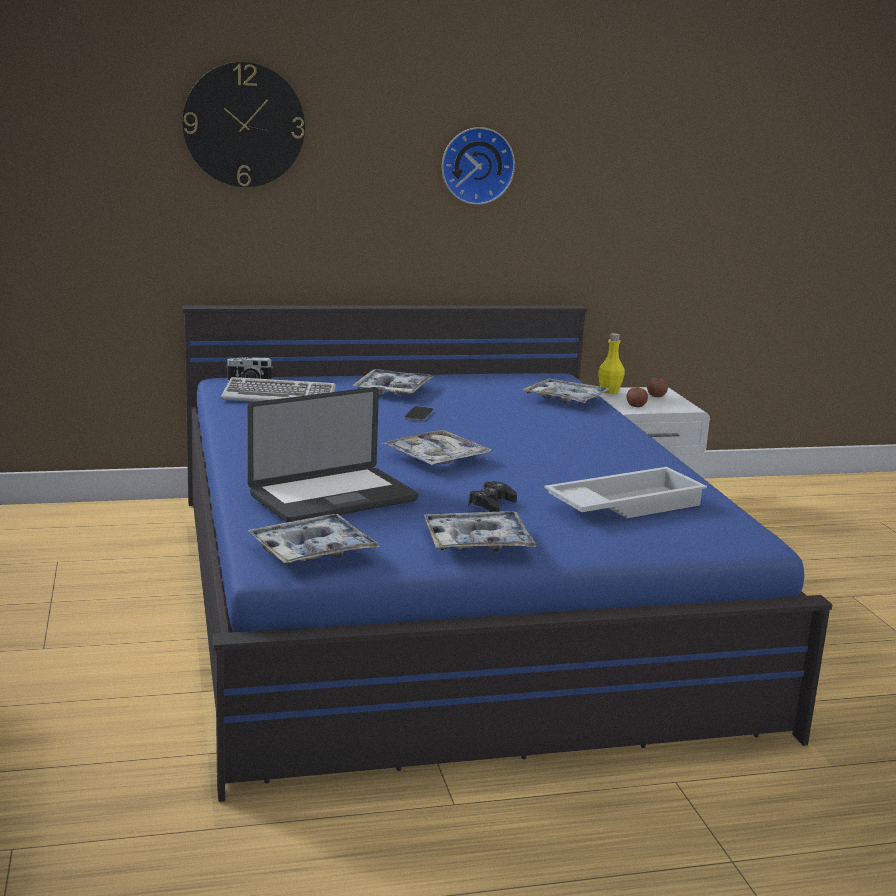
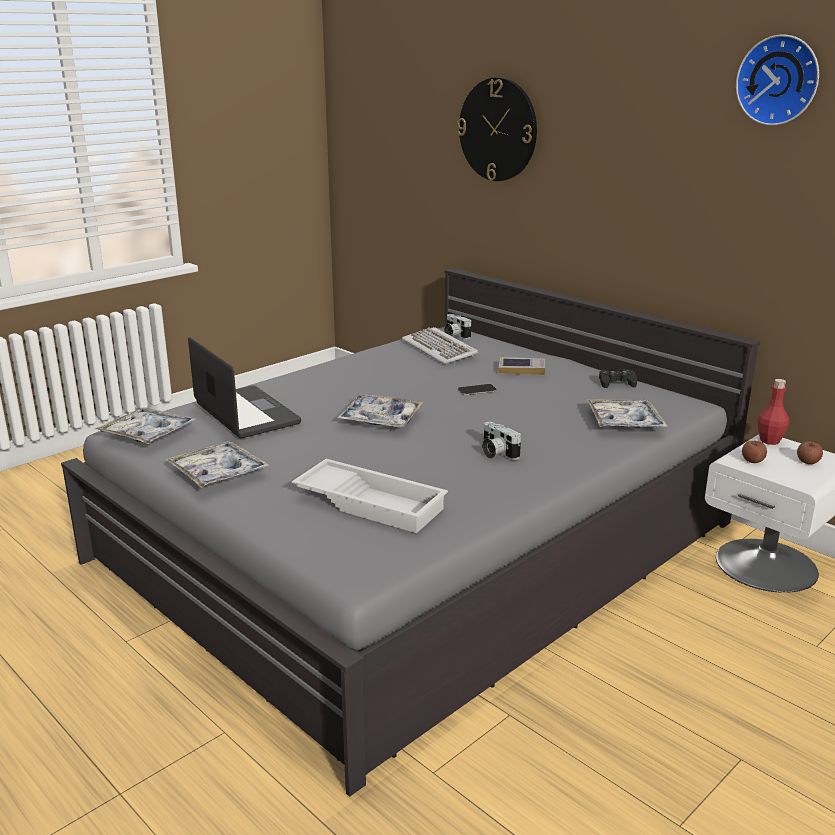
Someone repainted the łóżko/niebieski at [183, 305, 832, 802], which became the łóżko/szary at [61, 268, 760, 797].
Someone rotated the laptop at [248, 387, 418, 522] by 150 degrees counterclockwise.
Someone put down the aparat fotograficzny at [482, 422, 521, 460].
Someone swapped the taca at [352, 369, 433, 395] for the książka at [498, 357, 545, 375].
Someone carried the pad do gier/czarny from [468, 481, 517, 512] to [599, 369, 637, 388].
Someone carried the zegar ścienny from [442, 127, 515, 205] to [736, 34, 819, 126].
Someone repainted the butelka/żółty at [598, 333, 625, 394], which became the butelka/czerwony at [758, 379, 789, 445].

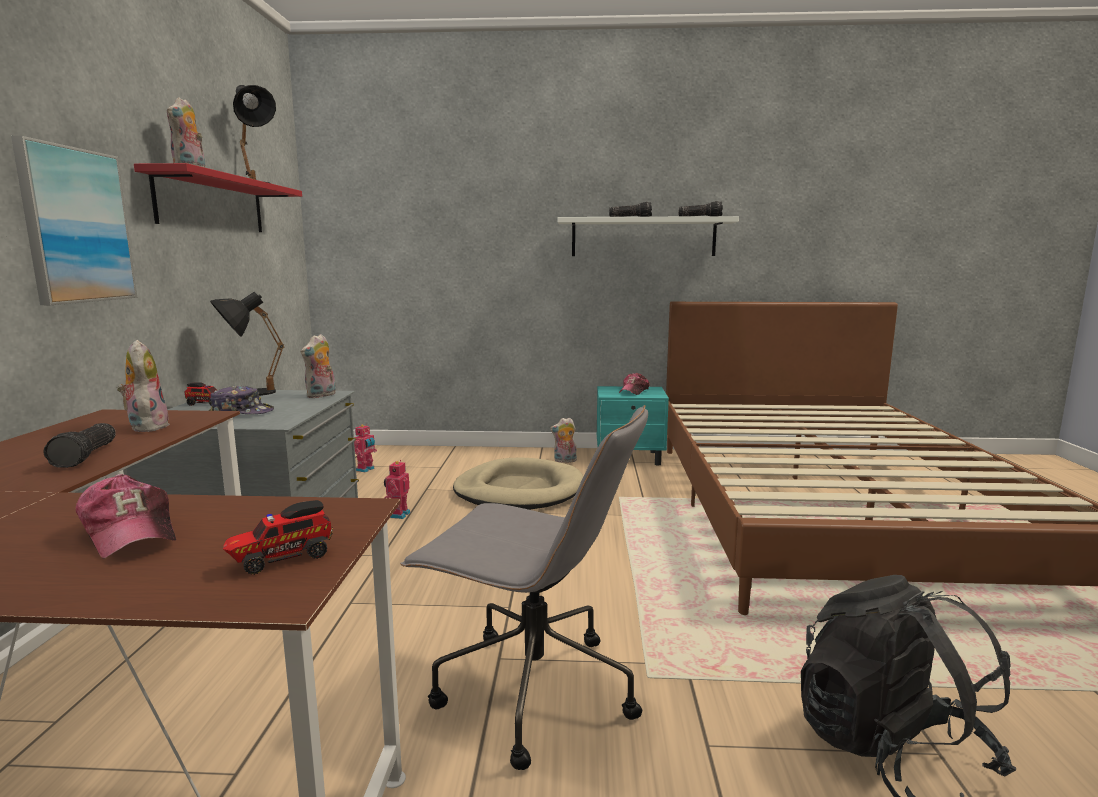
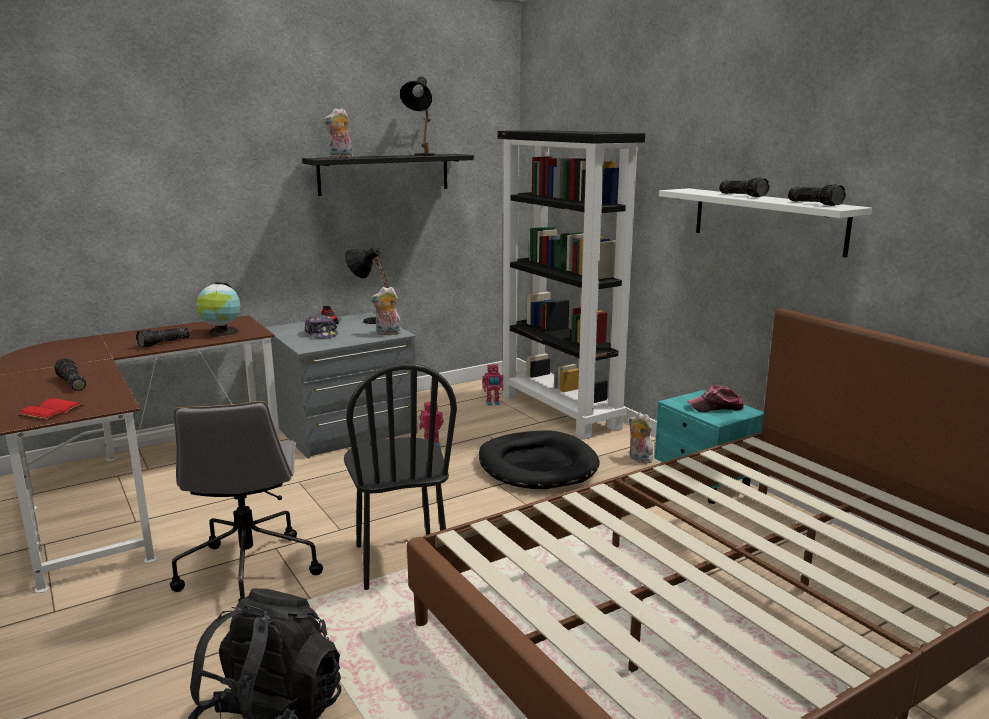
Someone swapped the ciężarówka zabawkowa at [223, 500, 333, 575] for the książka/czerwony at [18, 398, 84, 421].
Someone swapped the czapka z daszkiem at [76, 474, 176, 559] for the latarka at [54, 358, 86, 391].
Someone swapped the pluszak at [117, 340, 170, 432] for the globus at [196, 282, 240, 337].
Someone repainted the półka/czerwony at [134, 163, 302, 232], which became the półka/czarny at [302, 154, 474, 196].
Someone put down the krzesło/czarny at [344, 363, 457, 590].
Someone repainted the legowisko/beżowy at [453, 457, 583, 510], which became the legowisko/czarny at [478, 430, 600, 490].
Someone put down the regał/czarny at [498, 130, 645, 440].
Someone took away the obraz at [11, 136, 137, 305].

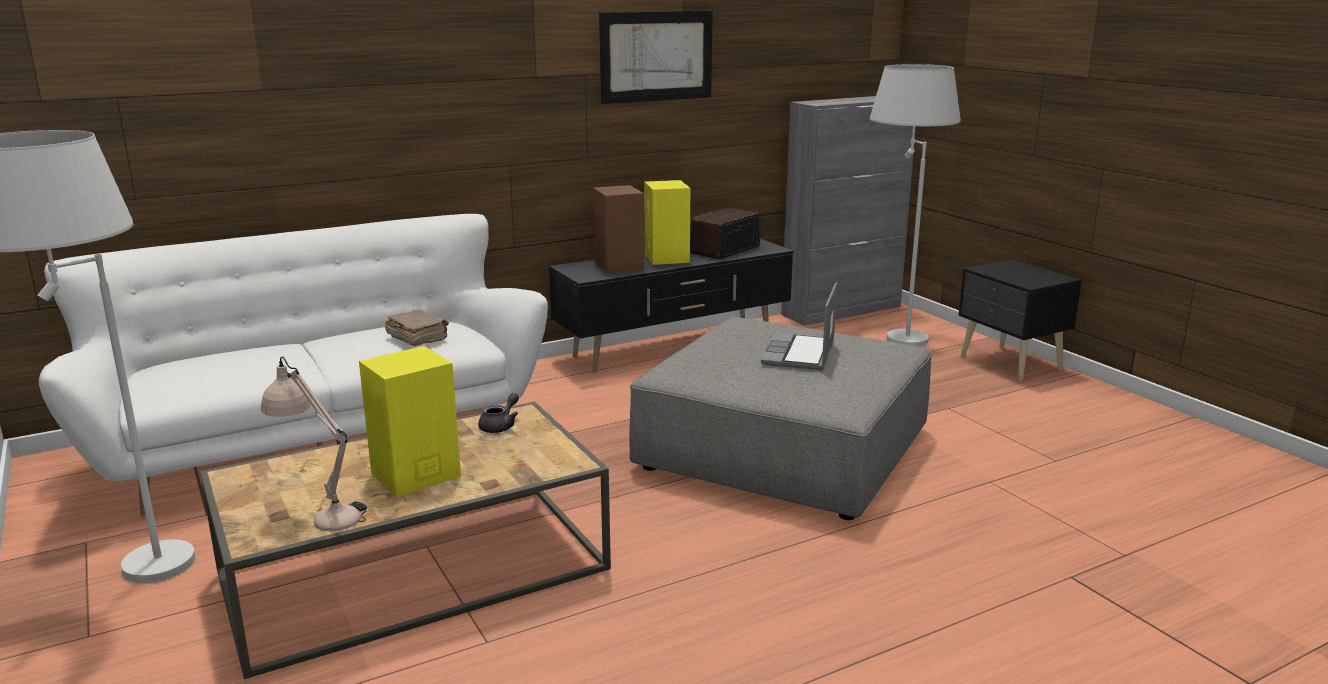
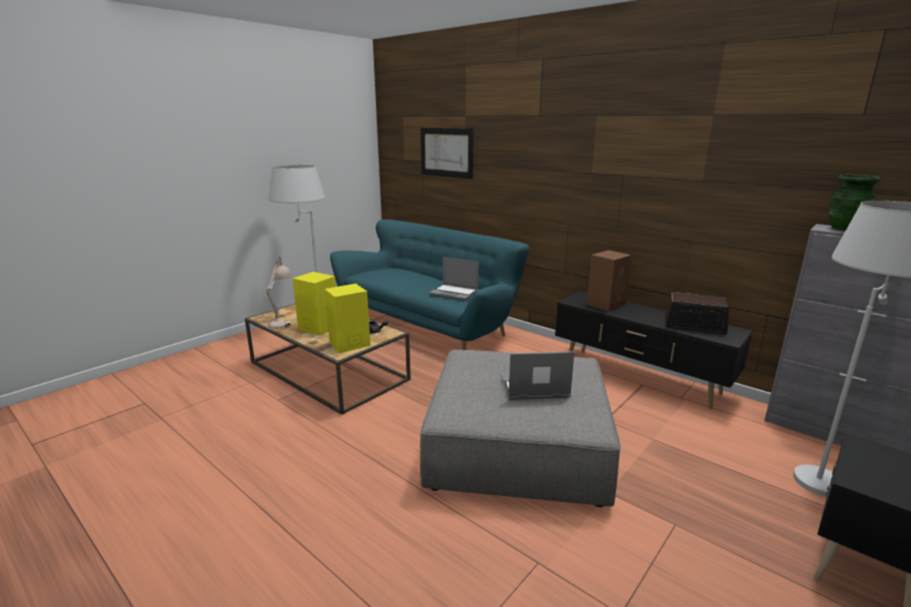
Someone carried the głośnik/żółty from [644, 180, 690, 265] to [325, 284, 371, 353].
Someone repainted the kanapa/biały at [39, 214, 548, 516], which became the kanapa/turkusowy at [330, 219, 529, 350].
Someone carried the obraz from [599, 11, 713, 104] to [421, 128, 474, 179].
Someone swapped the książka/brązowy at [385, 309, 449, 346] for the laptop at [429, 257, 479, 301].
Someone put down the wazon/zielony at [829, 175, 880, 231].

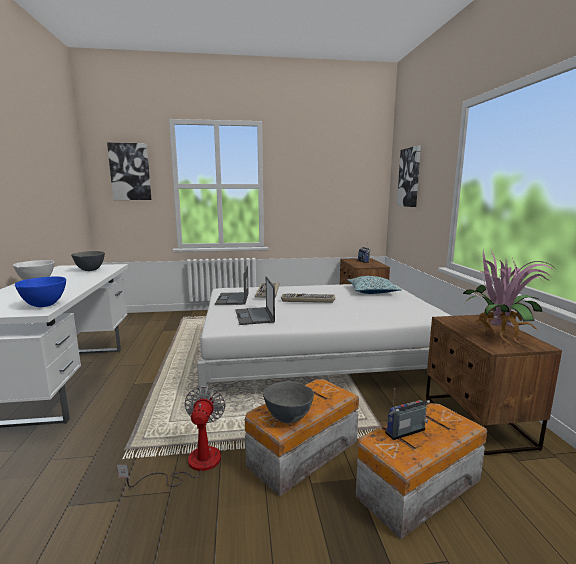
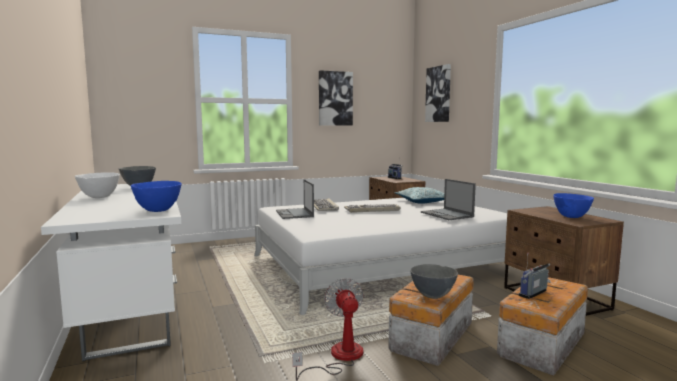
Someone carried the obraz from [107, 143, 151, 200] to [319, 70, 353, 126].
Someone carried the laptop from [235, 276, 275, 325] to [421, 179, 476, 220].
Someone swapped the roślina doniczkowa at [463, 250, 557, 350] for the miska/niebieski at [553, 193, 594, 218].

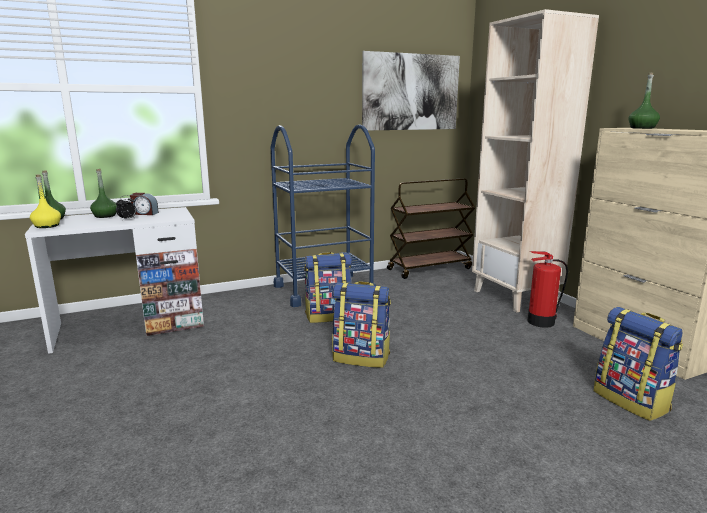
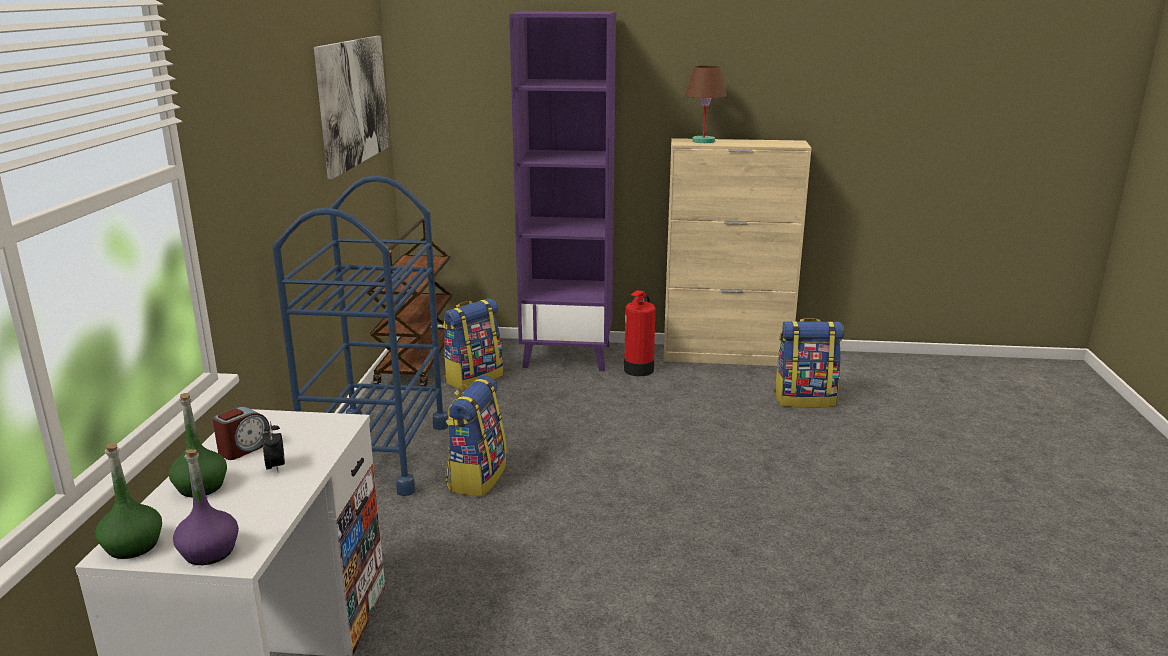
Someone repainted the butelka/żółty at [30, 175, 61, 228], which became the butelka/fioletowy at [173, 449, 239, 565].
Someone carried the plecak from [332, 281, 391, 368] to [443, 298, 503, 391].
Someone repainted the regał/beżowy at [472, 9, 599, 313], which became the regał/fioletowy at [509, 11, 616, 371].
Someone swapped the butelka/zielony at [629, 73, 660, 129] for the lampa stołowa/brązowy at [685, 66, 727, 143].

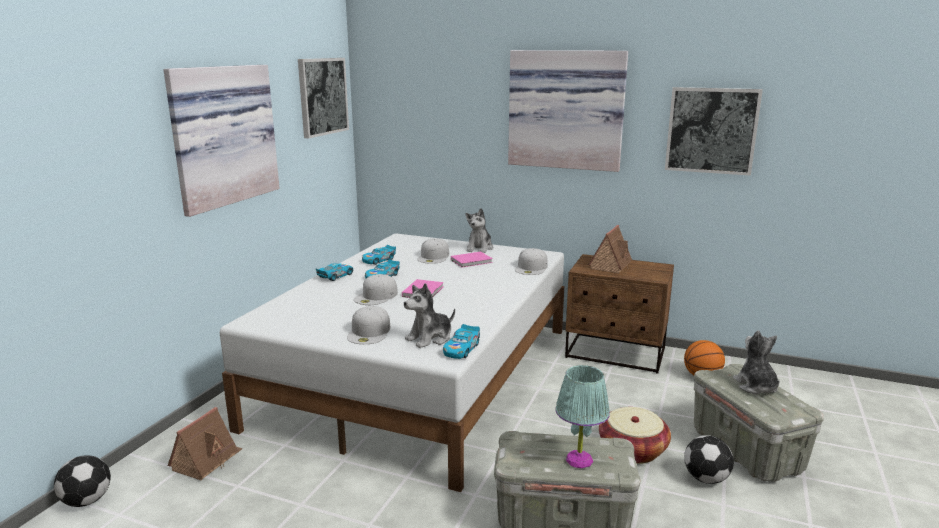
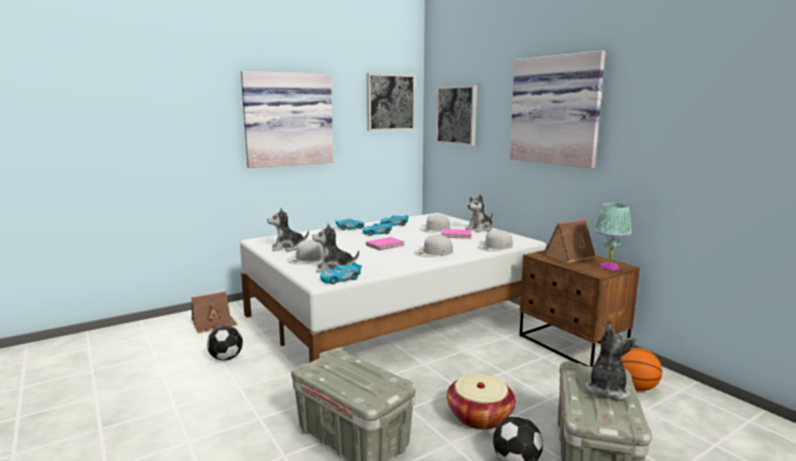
Someone carried the piłka futbolowa from [54, 455, 111, 507] to [207, 326, 243, 361].
Someone put down the pluszak at [267, 208, 309, 251].
Someone carried the czapka z daszkiem/biały from [354, 274, 398, 305] to [414, 235, 453, 257].
Someone carried the obraz from [665, 87, 763, 176] to [436, 85, 477, 146].
Someone carried the lampa stołowa/turkusowy from [555, 365, 610, 468] to [594, 203, 632, 270].

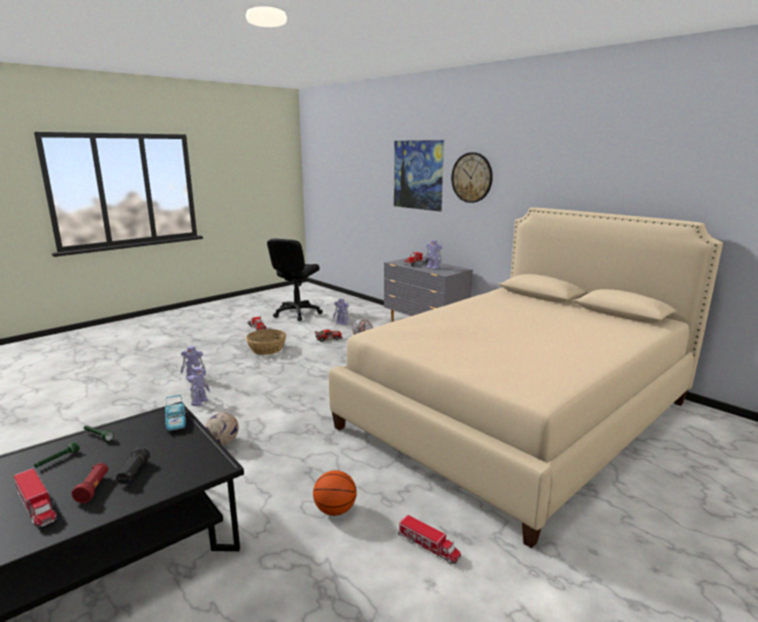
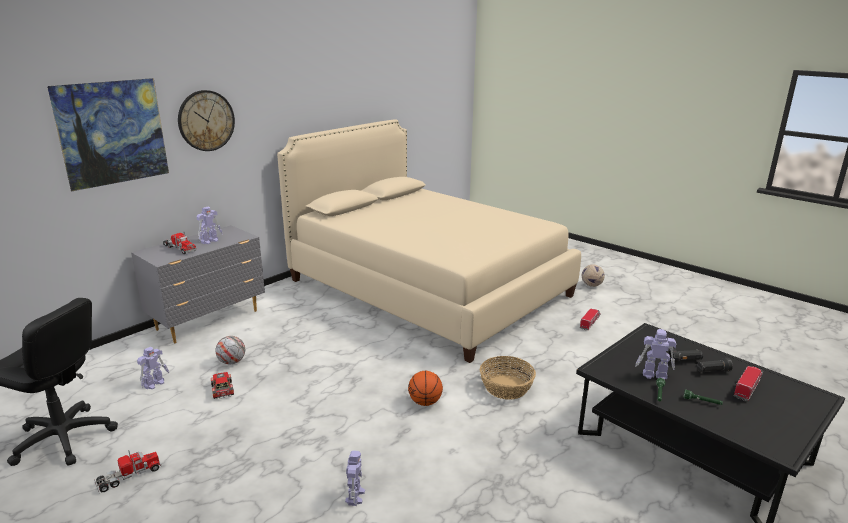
Someone carried the piłka do koszykówki from [313, 470, 357, 516] to [408, 371, 443, 406].
Someone carried the koszyk from [246, 329, 286, 355] to [480, 356, 536, 400].
Someone carried the piłka futbolowa from [205, 412, 239, 445] to [582, 265, 605, 287].
Someone carried the robot zabawkowy from [188, 367, 210, 406] to [635, 329, 676, 380].
Someone repainted the latarka/czerwony at [72, 463, 108, 503], which became the latarka/czarny at [697, 358, 733, 373].
Someone took away the samochodzik at [165, 395, 186, 431].

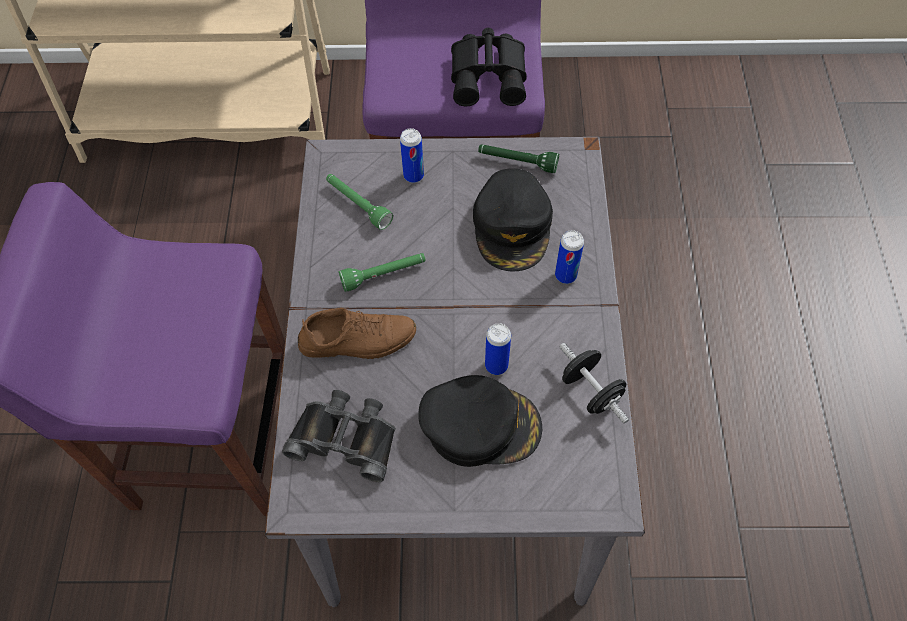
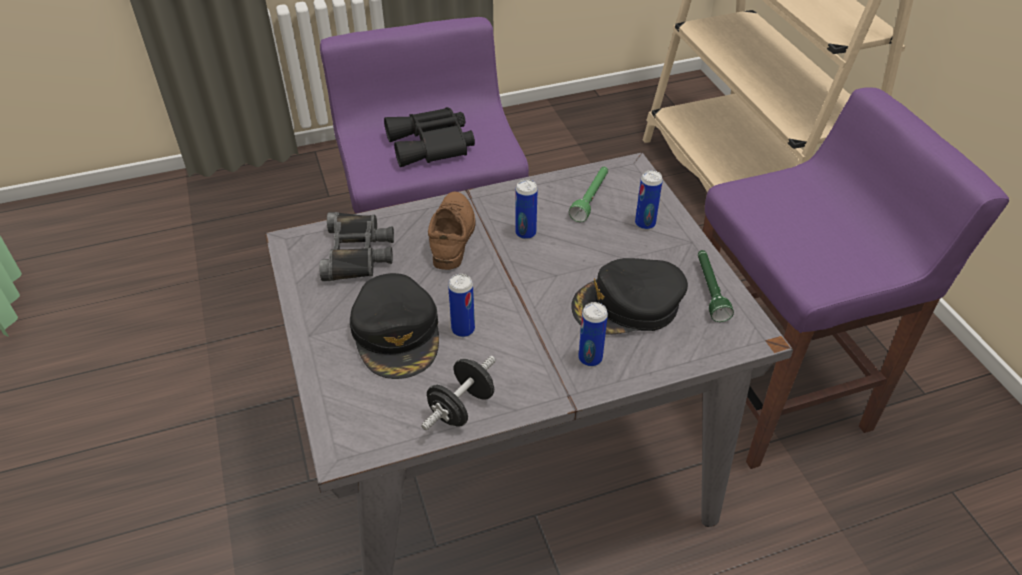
Someone carried the lornetka/czarny from [451, 28, 527, 107] to [384, 107, 475, 167].
Someone rotated the but/brązowy at [298, 308, 416, 359] by 150 degrees counterclockwise.
Someone swapped the latarka/zielony at [339, 253, 426, 292] for the puszka at [515, 179, 538, 239].

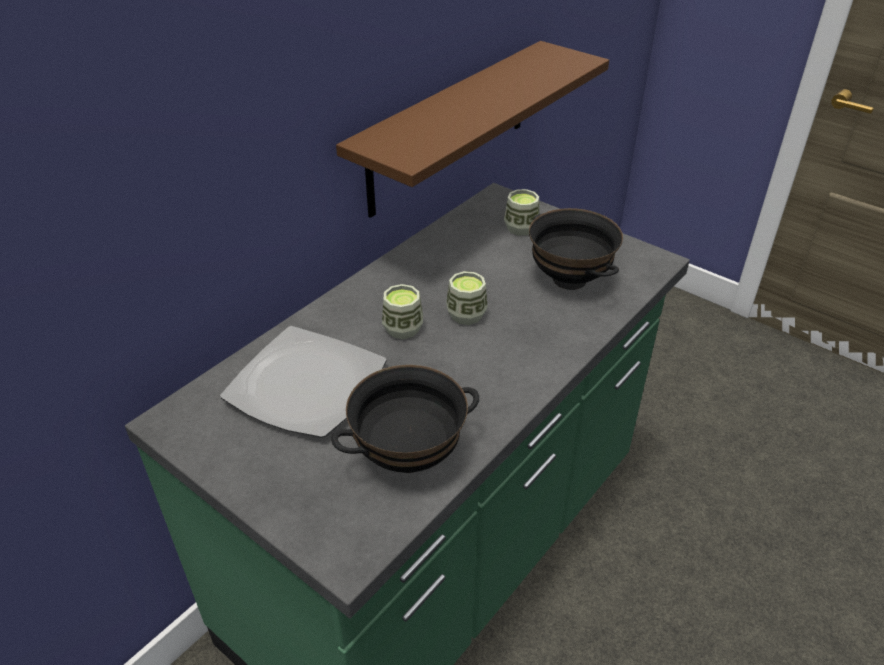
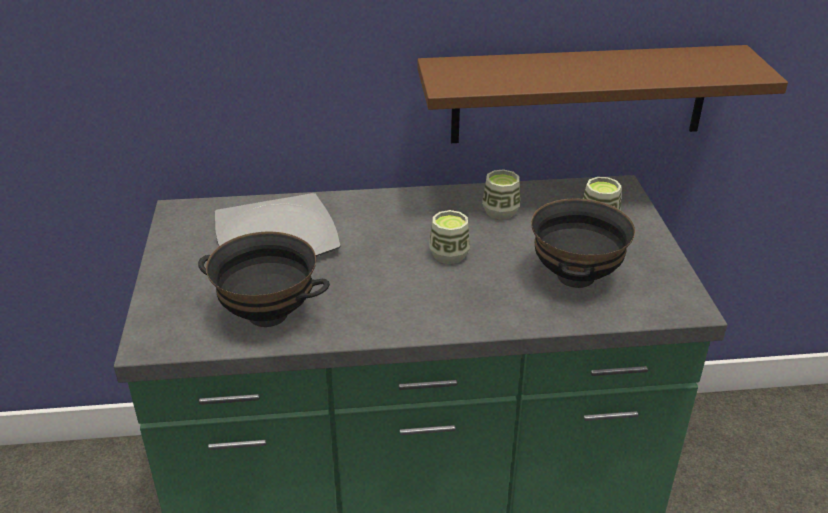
Someone carried the filiżanka from [382, 284, 423, 339] to [482, 169, 520, 220].

